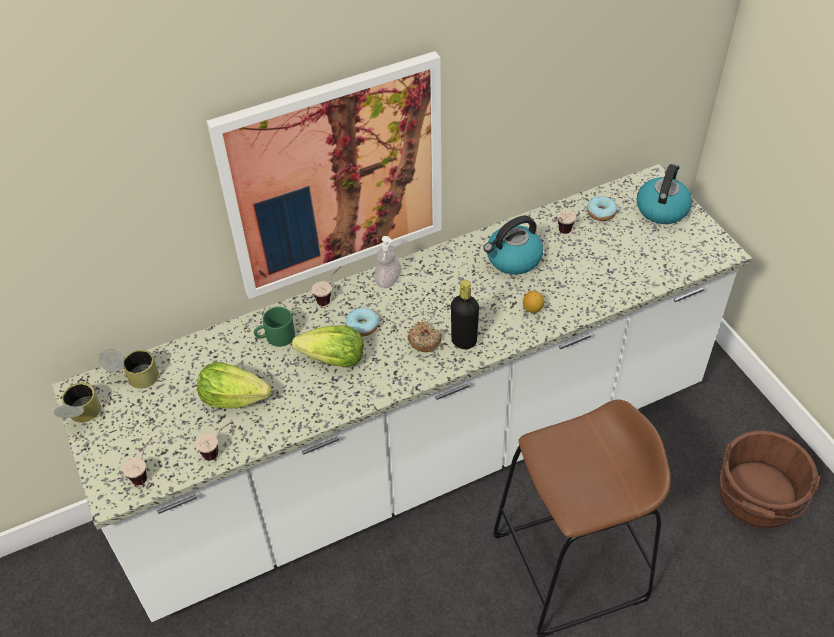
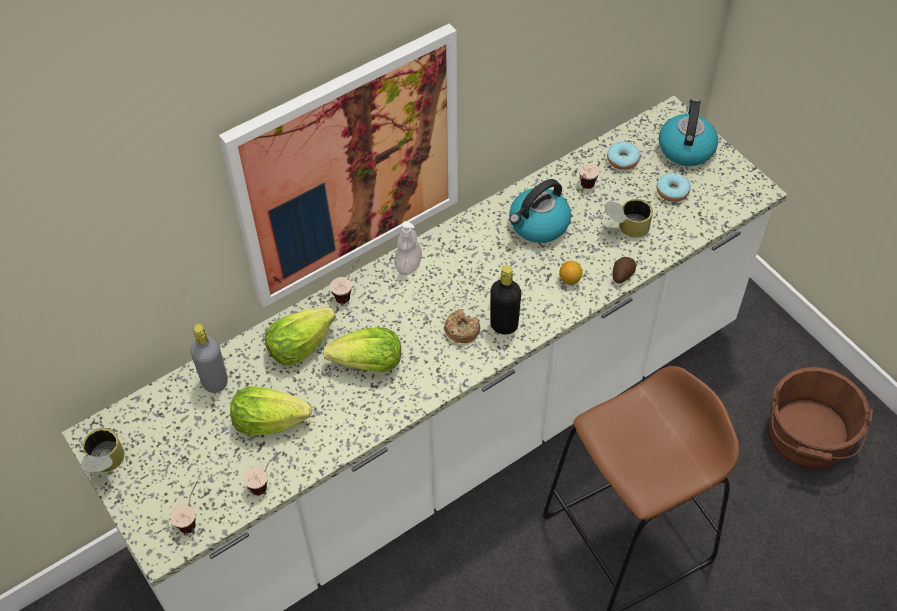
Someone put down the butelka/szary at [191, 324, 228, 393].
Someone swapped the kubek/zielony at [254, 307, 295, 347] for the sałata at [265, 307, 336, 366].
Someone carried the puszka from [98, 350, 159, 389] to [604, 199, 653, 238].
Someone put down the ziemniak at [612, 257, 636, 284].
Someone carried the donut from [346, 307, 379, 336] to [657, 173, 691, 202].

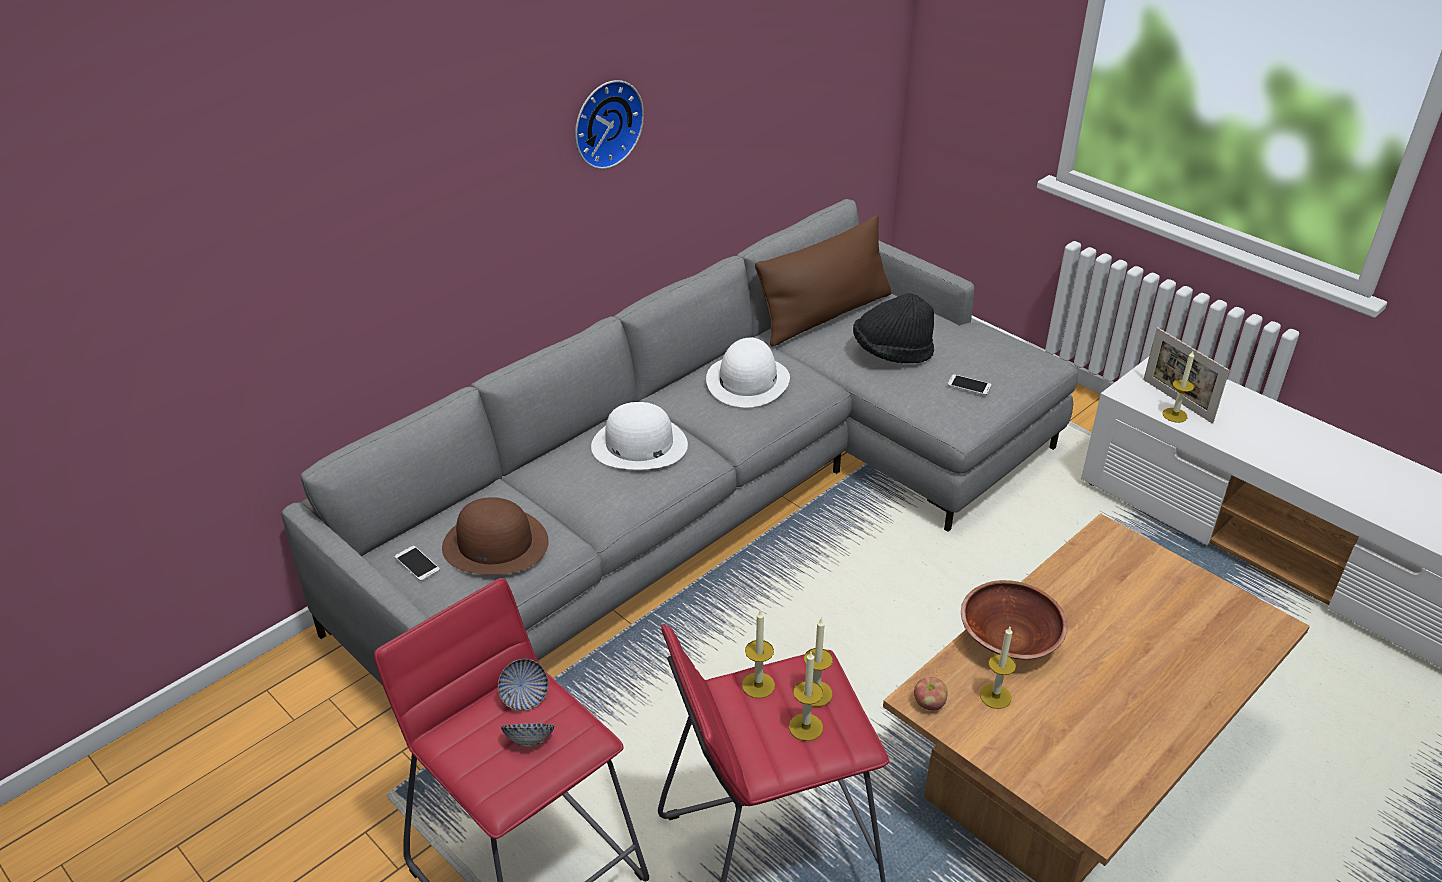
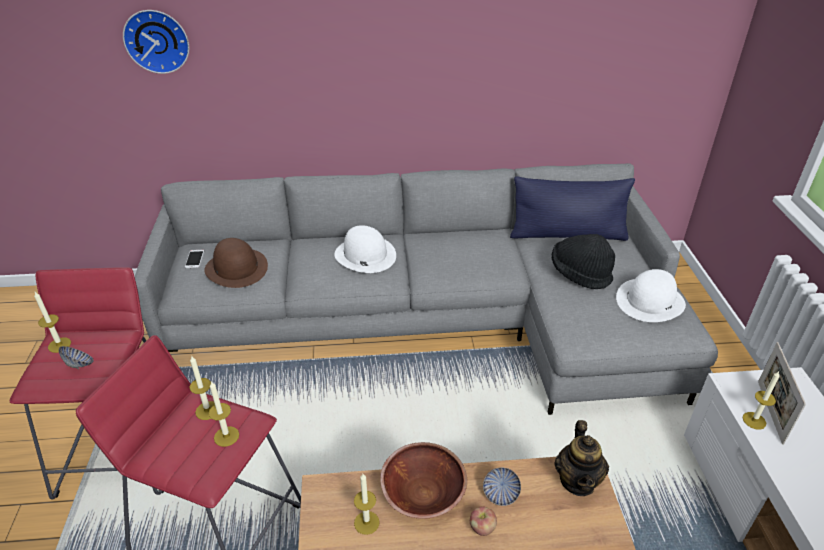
Someone carried the świeca from [789, 652, 823, 741] to [34, 292, 71, 353].
Someone carried the zegar ścienny from [575, 80, 644, 169] to [123, 10, 189, 74].
Someone carried the jabłko from [914, 677, 948, 710] to [470, 506, 497, 536].
Someone carried the miska from [498, 659, 548, 711] to [483, 467, 521, 506].
Someone repainted the poduszka/brązowy at [755, 215, 892, 346], which became the poduszka/niebieski at [510, 176, 635, 241].
Someone put down the imbryk at [554, 420, 609, 496].
Someone carried the kapelusz/biały from [706, 338, 790, 407] to [616, 269, 686, 322].
Someone took away the telefon at [947, 374, 992, 395].

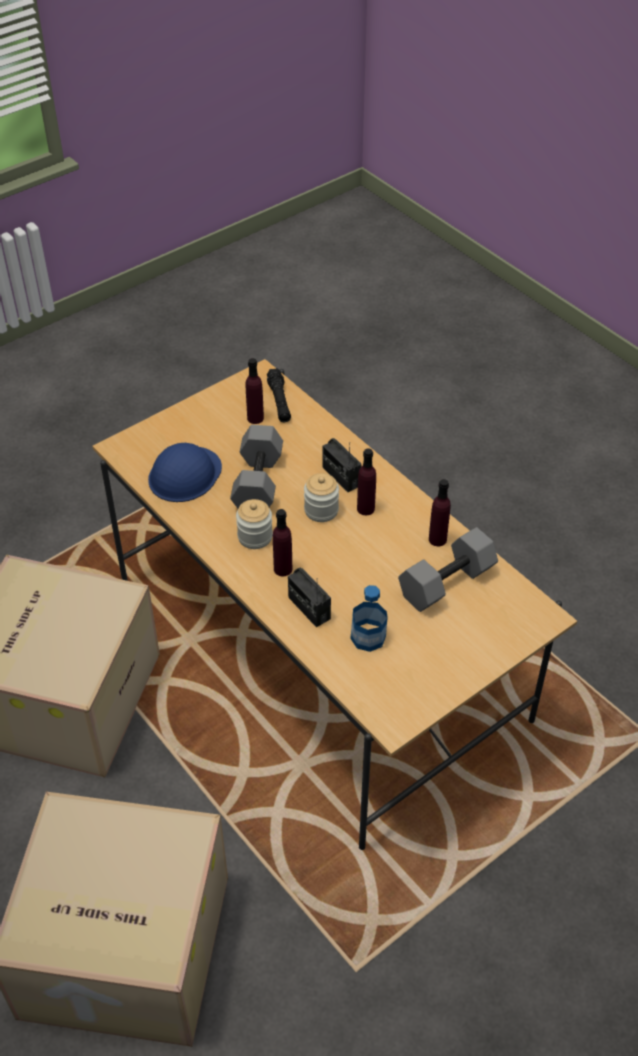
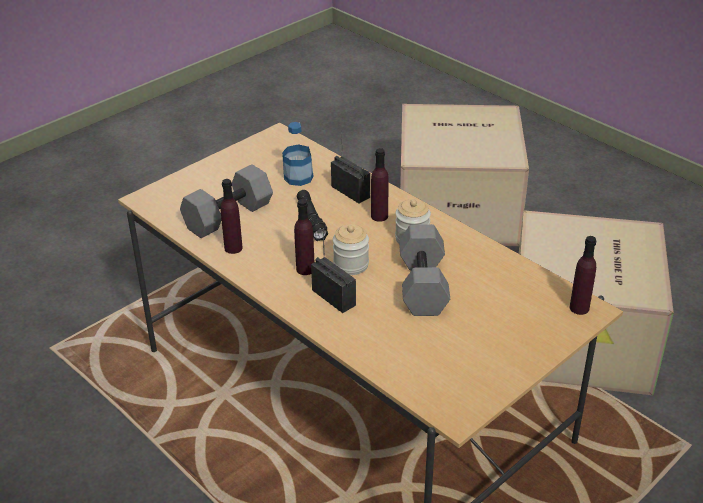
Someone carried the latarka/czarny from [267, 368, 291, 422] to [297, 190, 328, 241].
Someone carried the butelka/fioletowy from [245, 358, 264, 424] to [570, 236, 596, 315].
Someone took away the kask/niebieski at [148, 443, 222, 502].

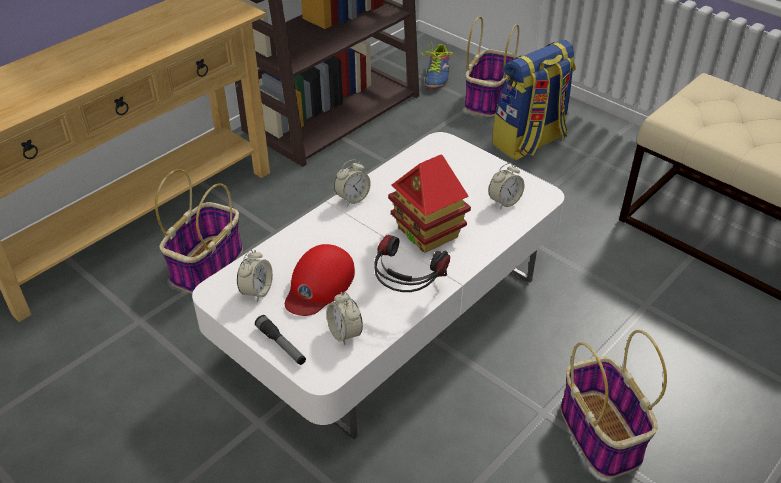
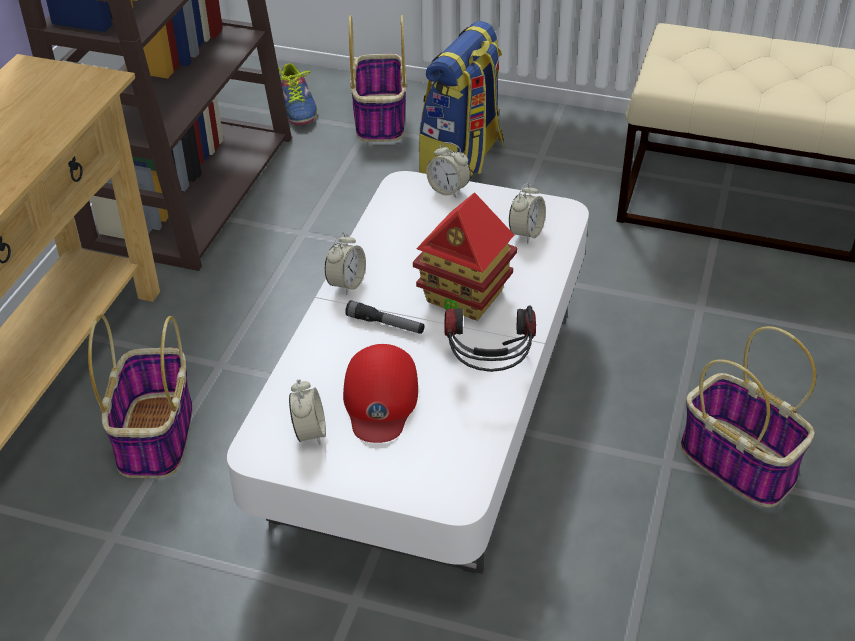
Someone carried the latarka from [255, 315, 306, 365] to [345, 300, 425, 334].
Someone carried the budzik from [327, 291, 363, 345] to [426, 142, 471, 198].

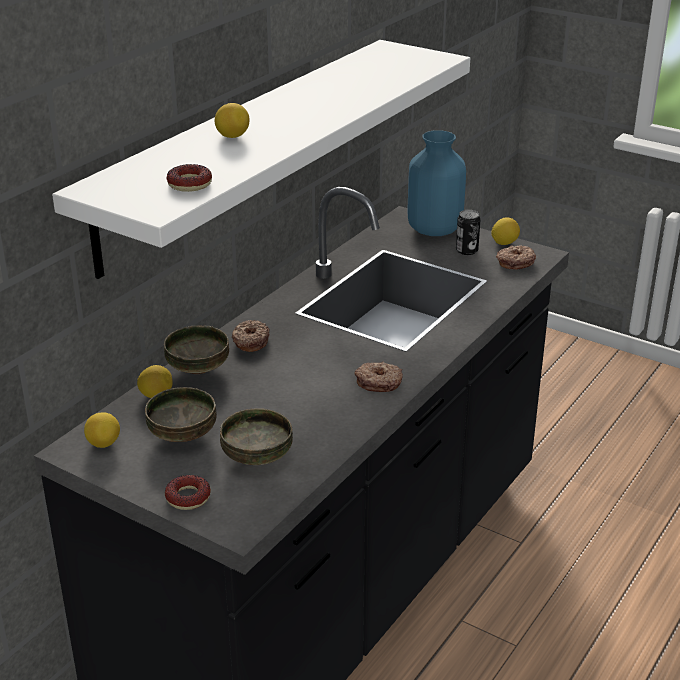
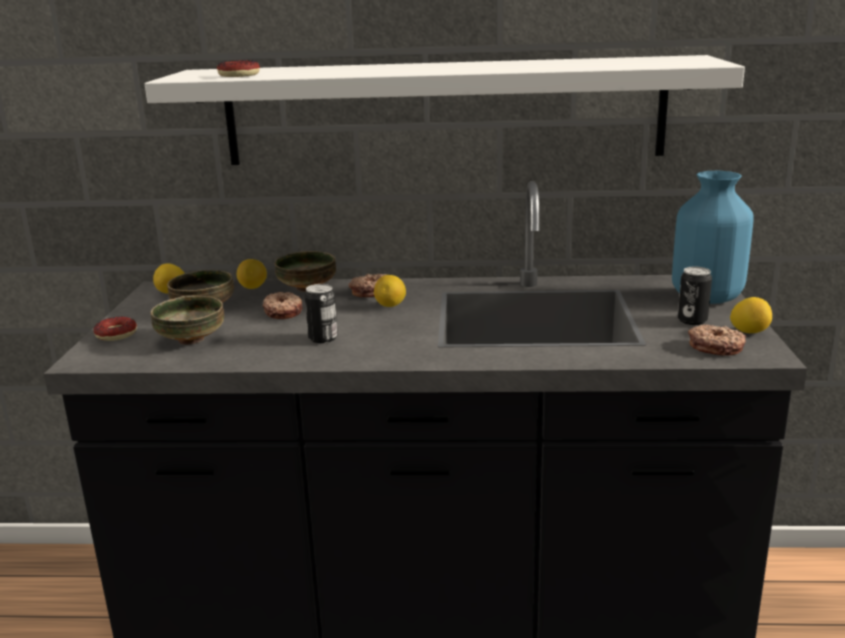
Someone carried the donut from [355, 362, 403, 392] to [263, 292, 303, 319].
Someone put down the puszka at [305, 284, 338, 343].
Someone carried the cytryna from [215, 103, 249, 138] to [374, 275, 406, 307].

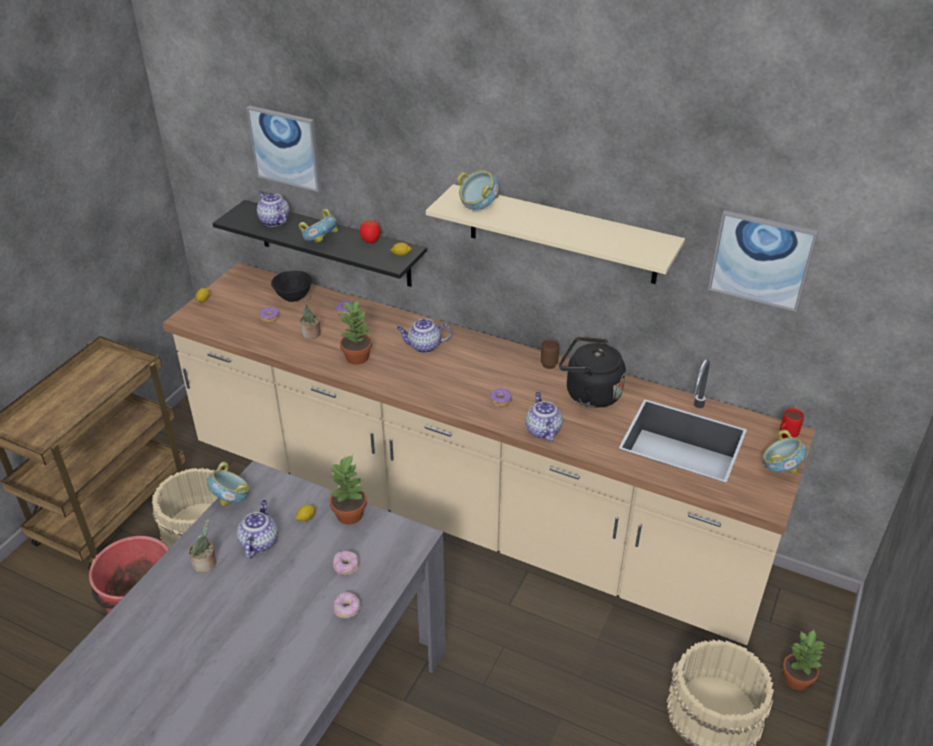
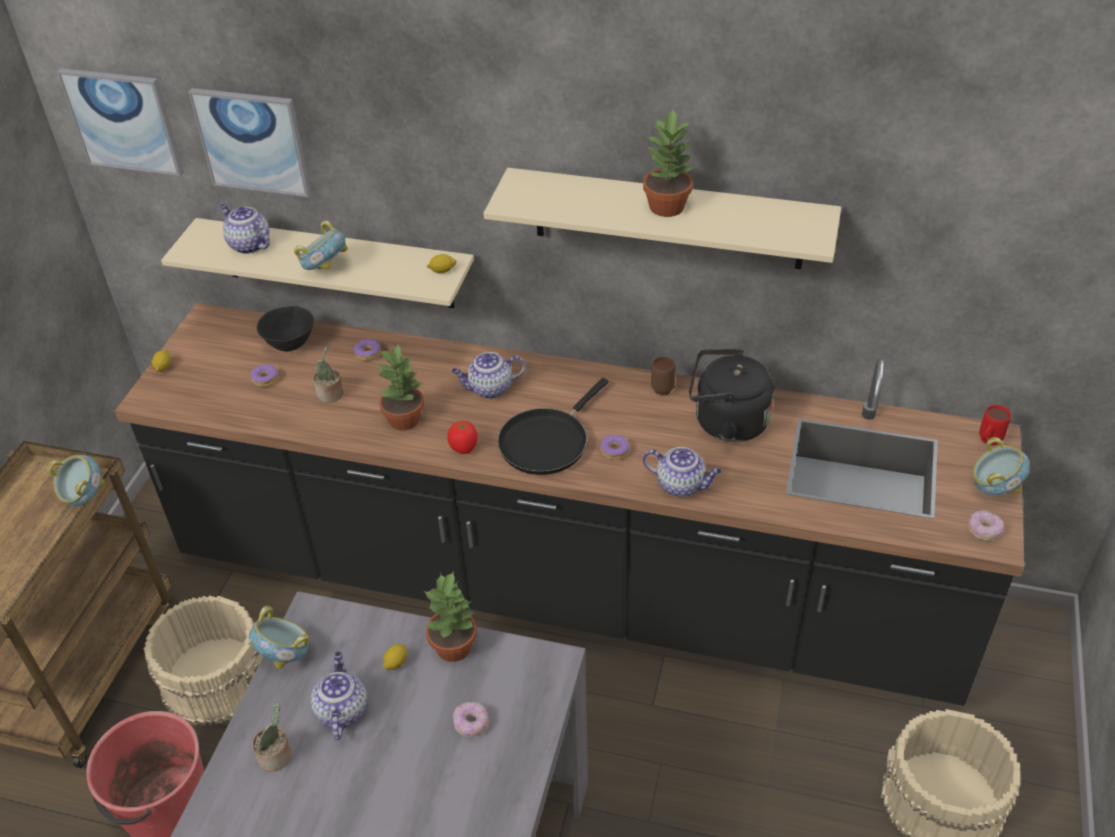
Someone carried the miska from [457, 170, 499, 210] to [47, 455, 105, 506].
Someone carried the obraz from [708, 210, 818, 312] to [57, 68, 184, 176].
Someone repainted the zabudowa kuchenna/beżowy at [162, 263, 815, 645], which became the zabudowa kuchenna/czarny at [114, 303, 1024, 706].
Someone repainted the półka/czarny at [212, 200, 427, 287], which became the półka/beżowy at [161, 218, 474, 308].
Someone carried the pomidor from [360, 220, 381, 243] to [447, 421, 478, 454].
Someone put down the patelnia/czarny at [498, 378, 608, 475].
Someone carried the roślina doniczkowa from [783, 630, 826, 690] to [643, 110, 695, 217].
Someone rotated the imbryk at [525, 392, 563, 442] by 135 degrees clockwise.
Someone carried the donut from [333, 592, 361, 618] to [968, 510, 1004, 540].

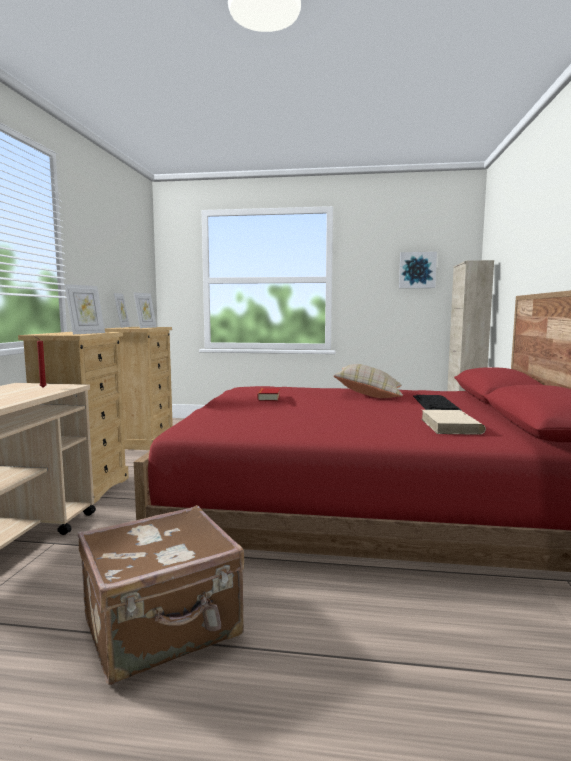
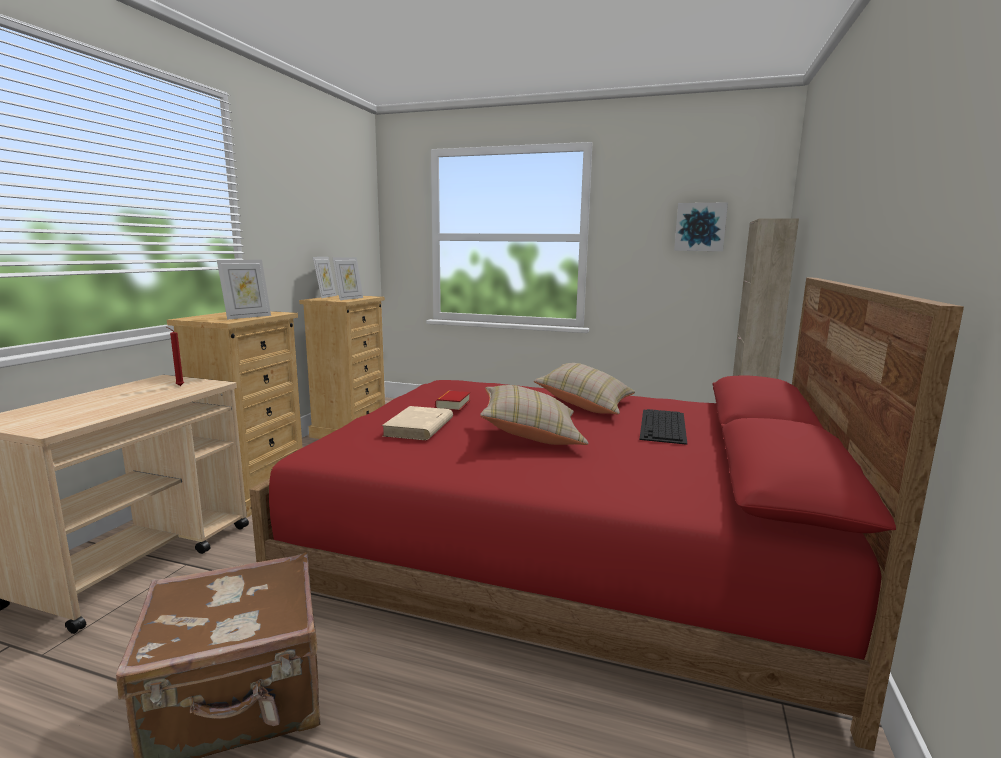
Someone carried the książka/beżowy from [422, 410, 486, 435] to [382, 406, 453, 440].
Someone put down the poduszka/beżowy at [480, 385, 589, 445].

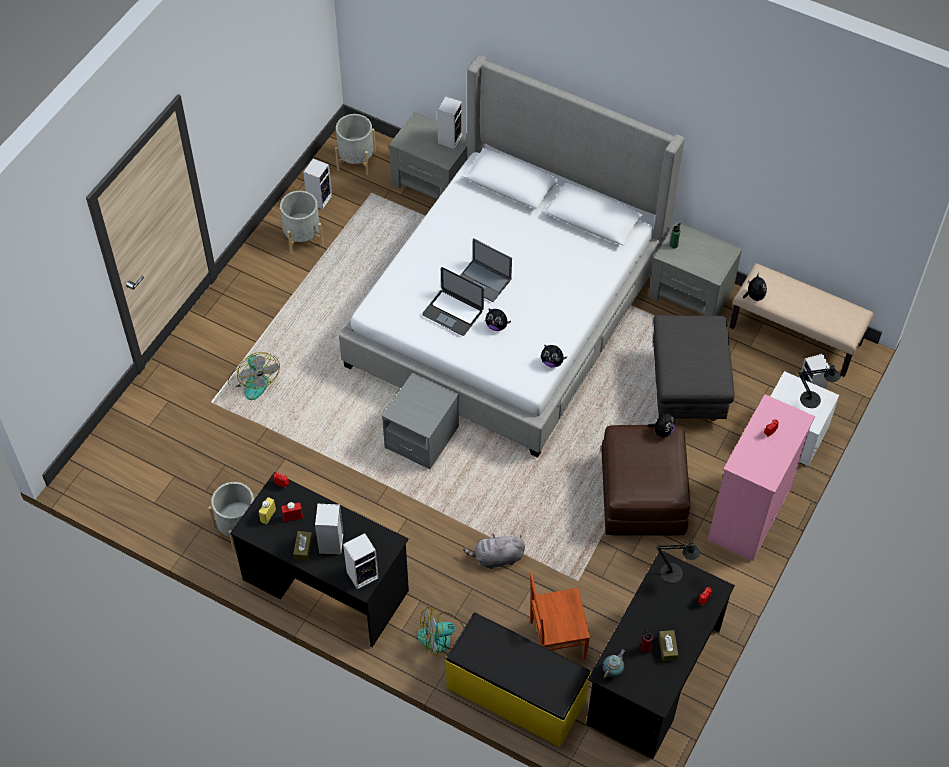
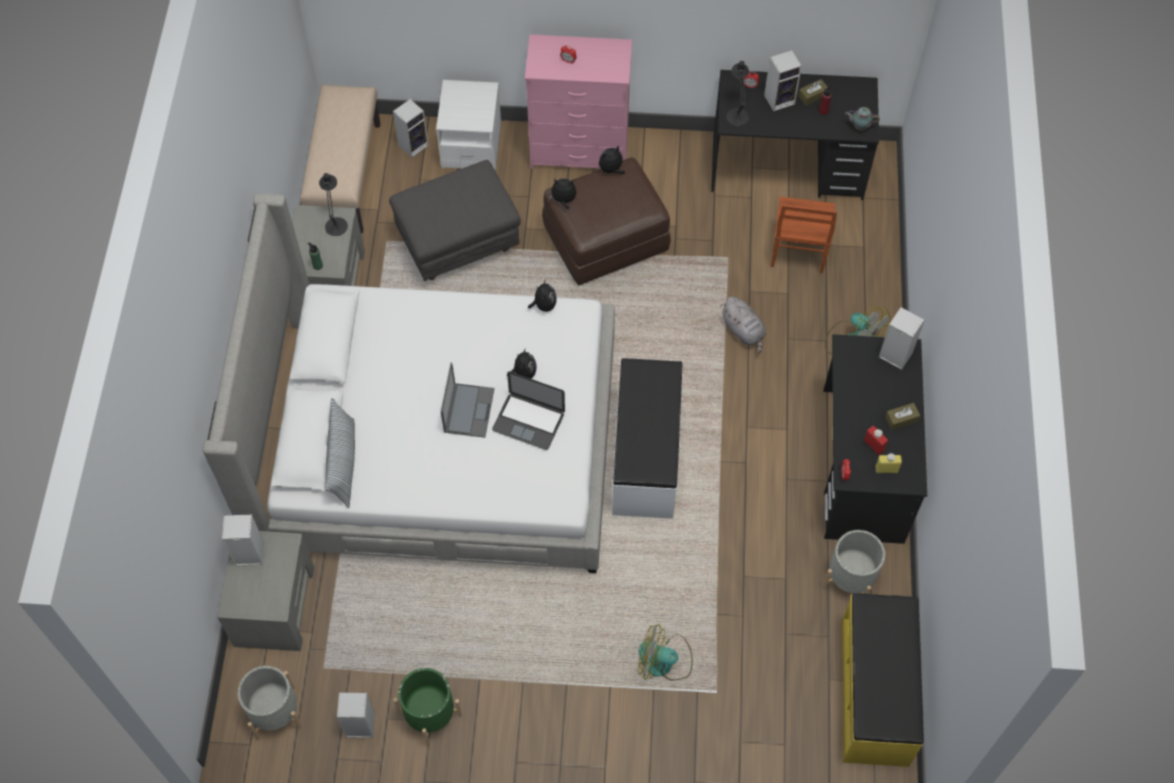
Someone carried the lampa stołowa/czarny from [799, 364, 841, 408] to [319, 173, 348, 236].
Someone put down the poduszka at [325, 398, 355, 508].
Someone repainted the donica/szary at [279, 191, 323, 254], which became the donica/zielony at [394, 668, 462, 746].
Someone rotated the laptop at [422, 267, 484, 336] by 105 degrees clockwise.
Someone carried the pluszak from [743, 273, 767, 301] to [599, 145, 625, 174].
Someone swapped the szafka nocna/szary at [382, 372, 459, 470] for the ławka/biały at [612, 358, 683, 519].
Someone rotated the wentylator at [228, 352, 280, 400] by 120 degrees counterclockwise.
Someone carried the głośnik from [315, 504, 344, 555] to [764, 50, 802, 111].
Someone rotated the krzesło/brązowy at [530, 572, 590, 660] by 45 degrees clockwise.
Someone carried the ławka/żółty from [446, 613, 591, 747] to [841, 593, 924, 767].

